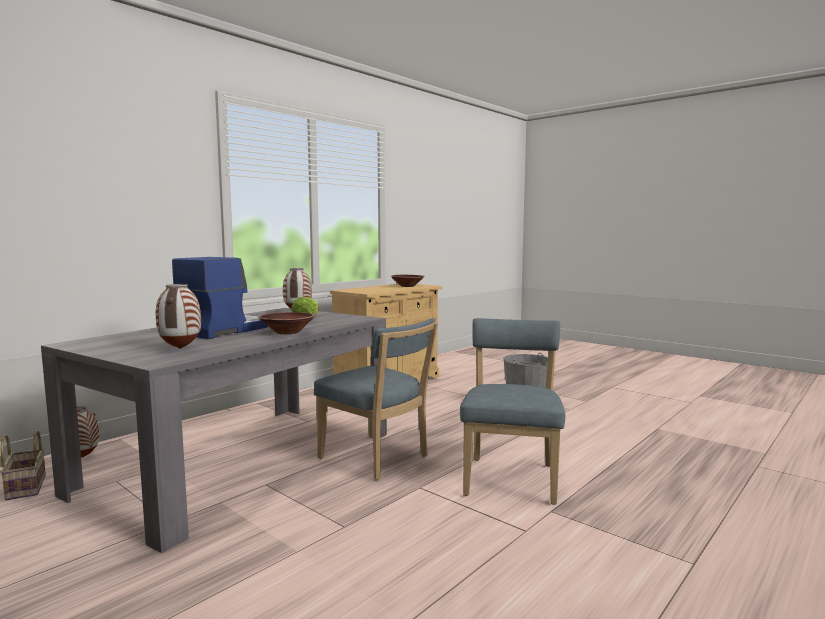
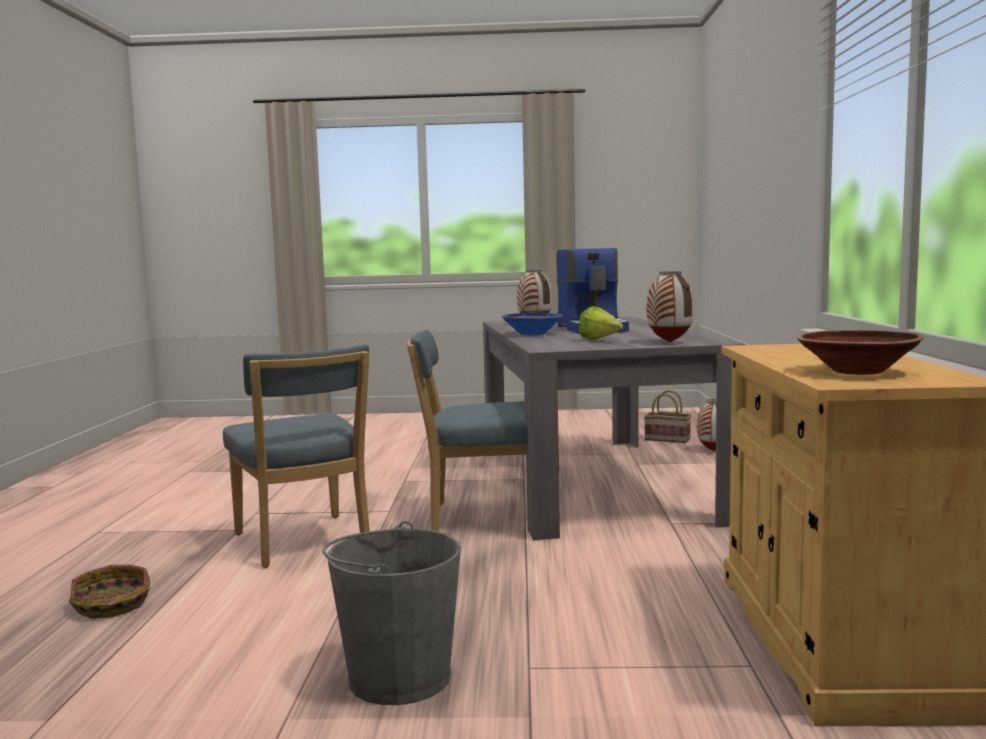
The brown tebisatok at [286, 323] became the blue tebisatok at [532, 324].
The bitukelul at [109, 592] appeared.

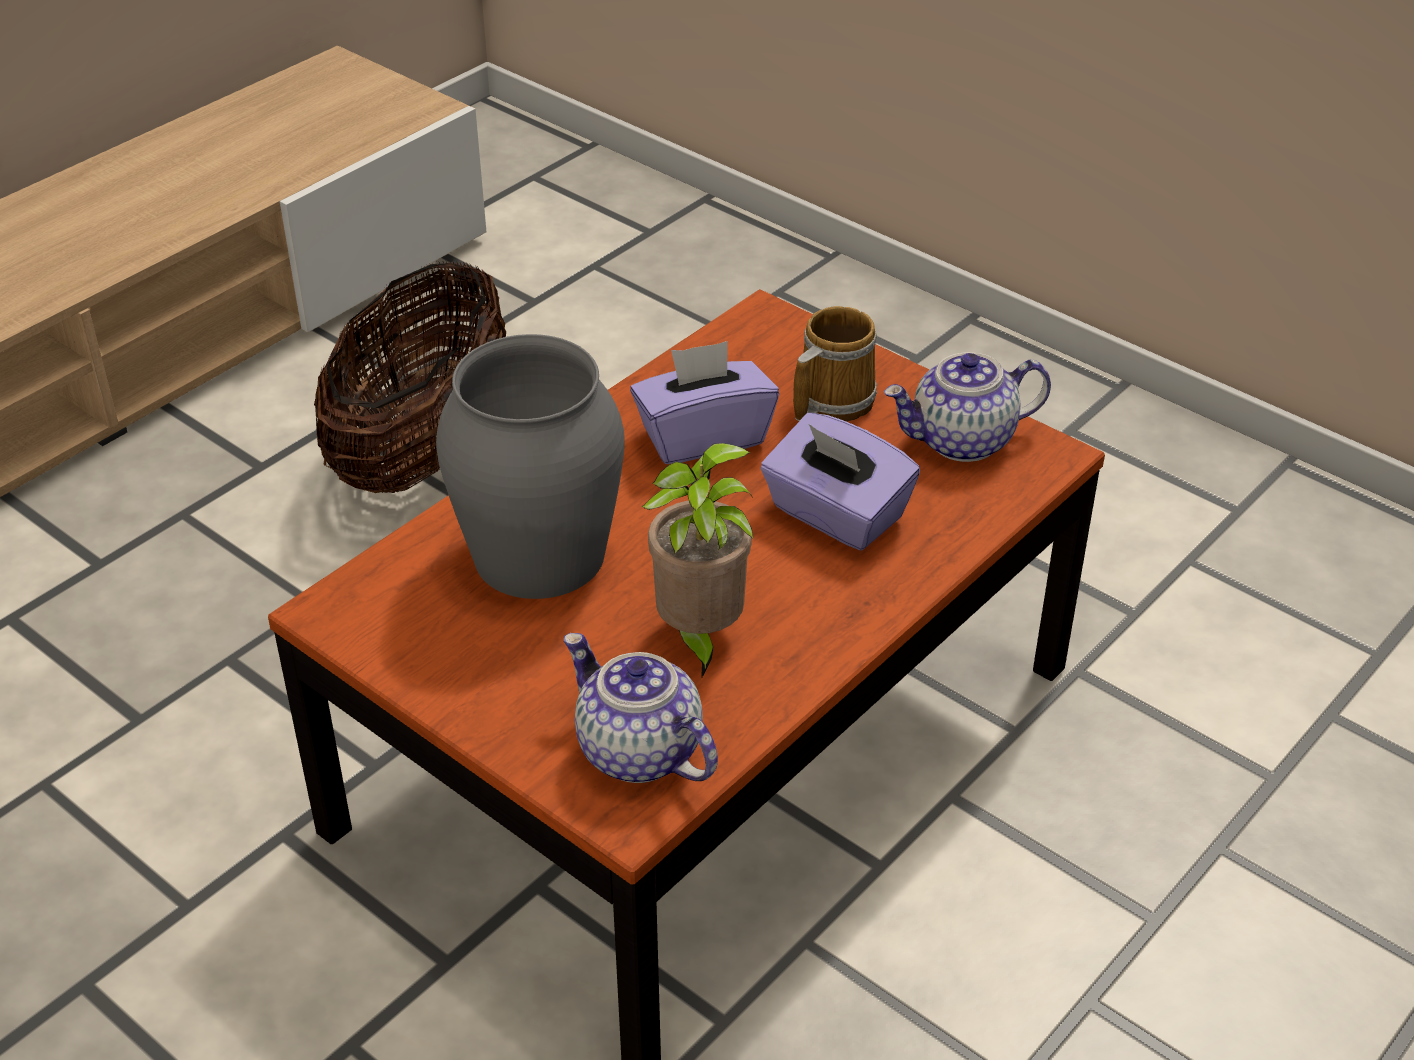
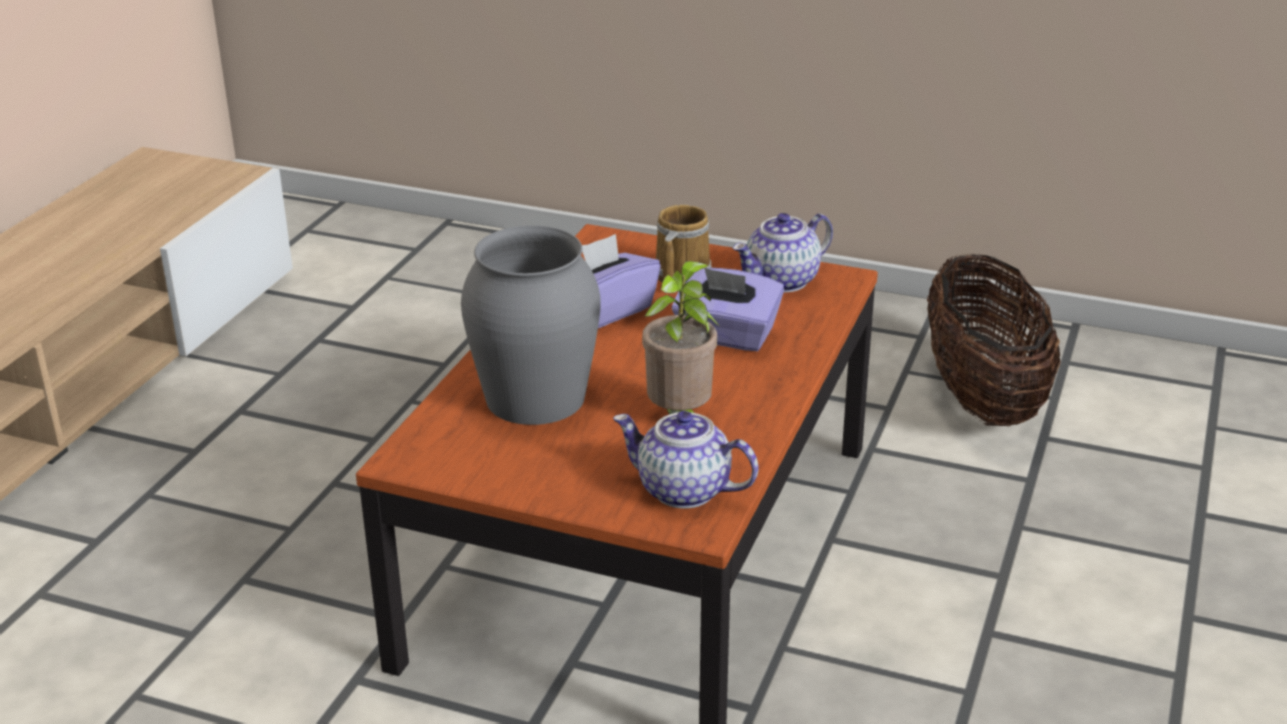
The bitukelul moved from [410, 377] to [993, 340].

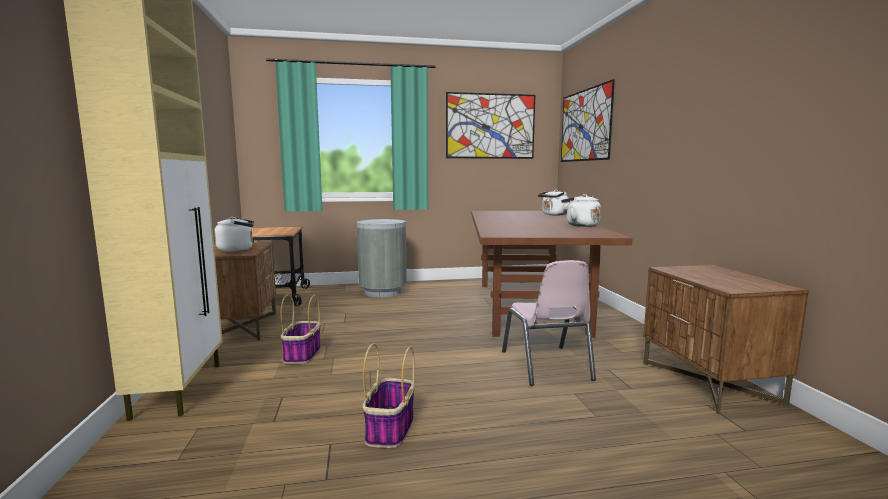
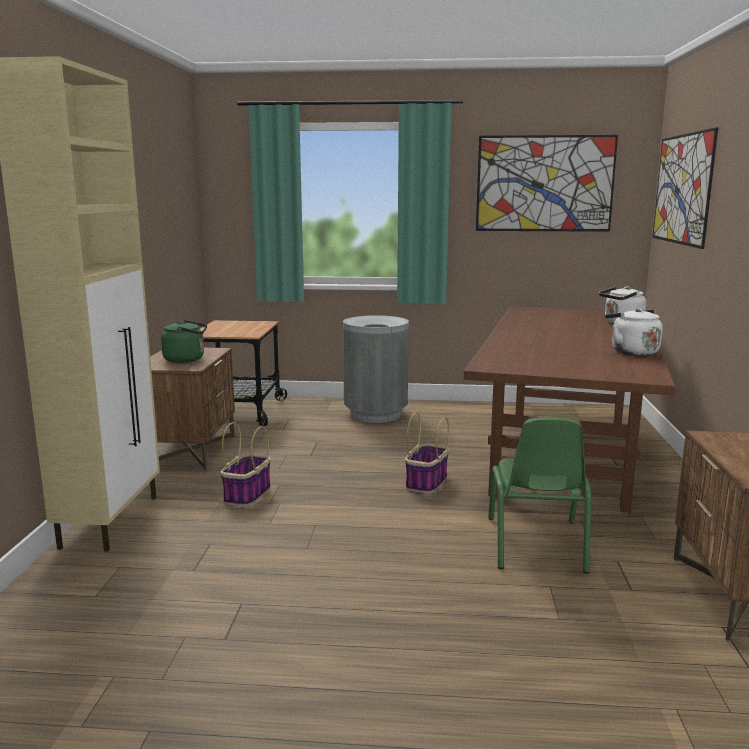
The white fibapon at [234, 234] became the green fibapon at [184, 341].
The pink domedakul at [549, 323] became the green domedakul at [539, 495].
The bitukelul moved from [388, 395] to [427, 452].

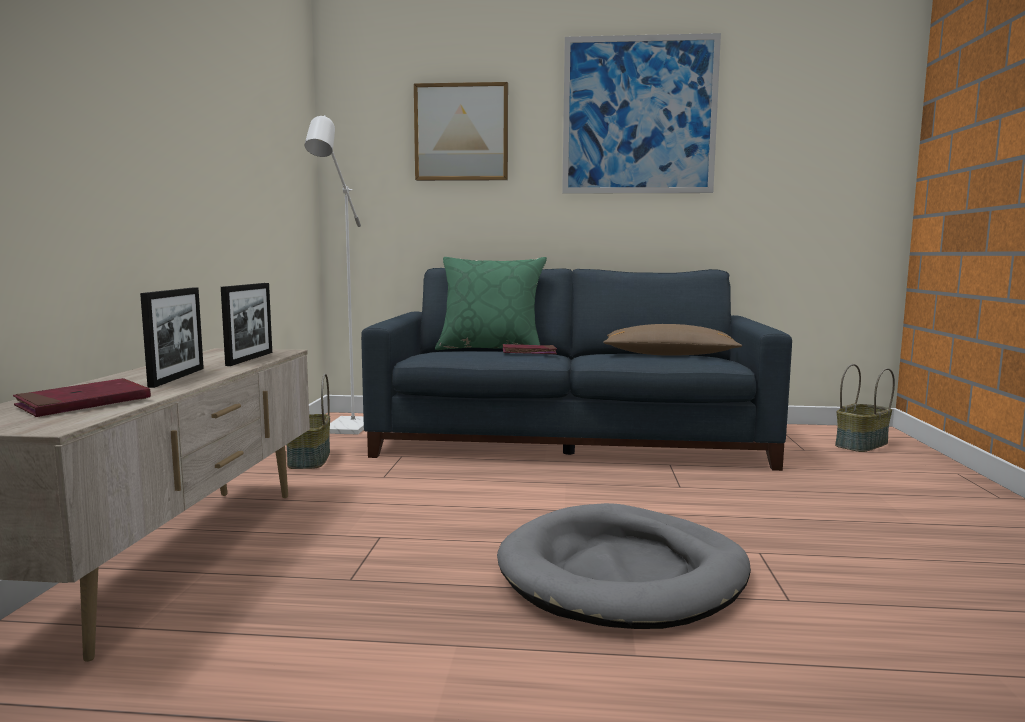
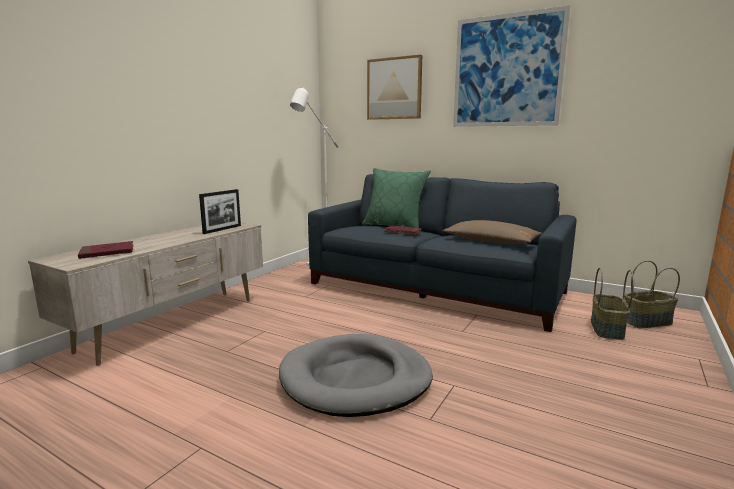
The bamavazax at [172, 338] disappeared.
The bitukelul moved from [308, 421] to [612, 304].

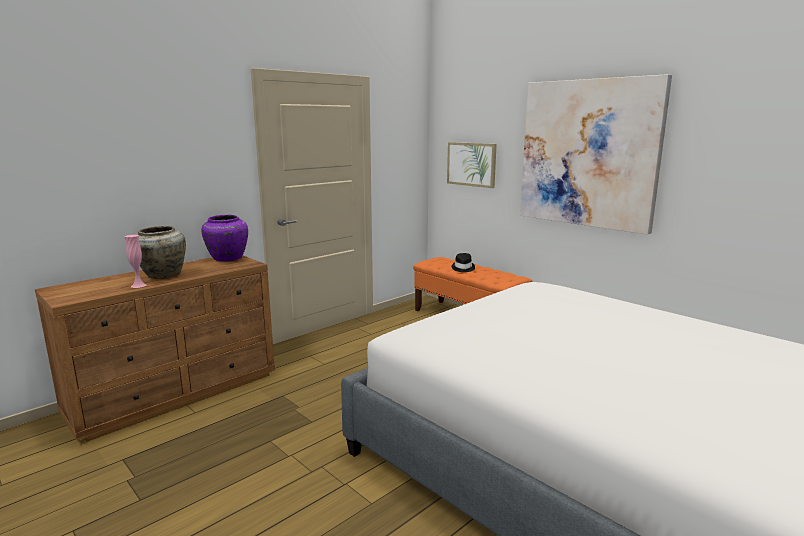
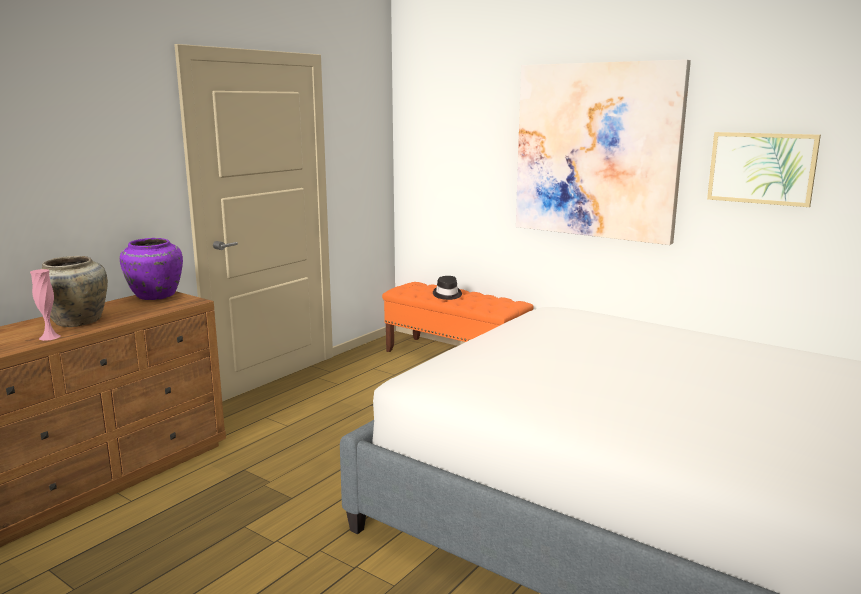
The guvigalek moved from [472, 165] to [764, 169].

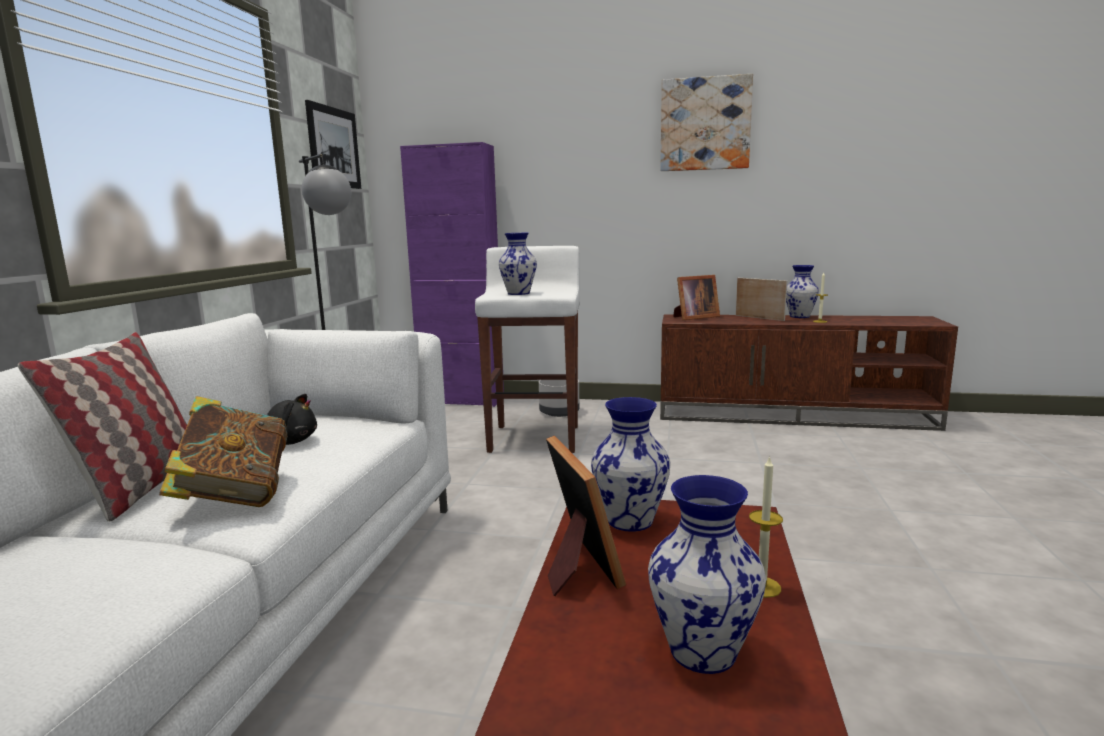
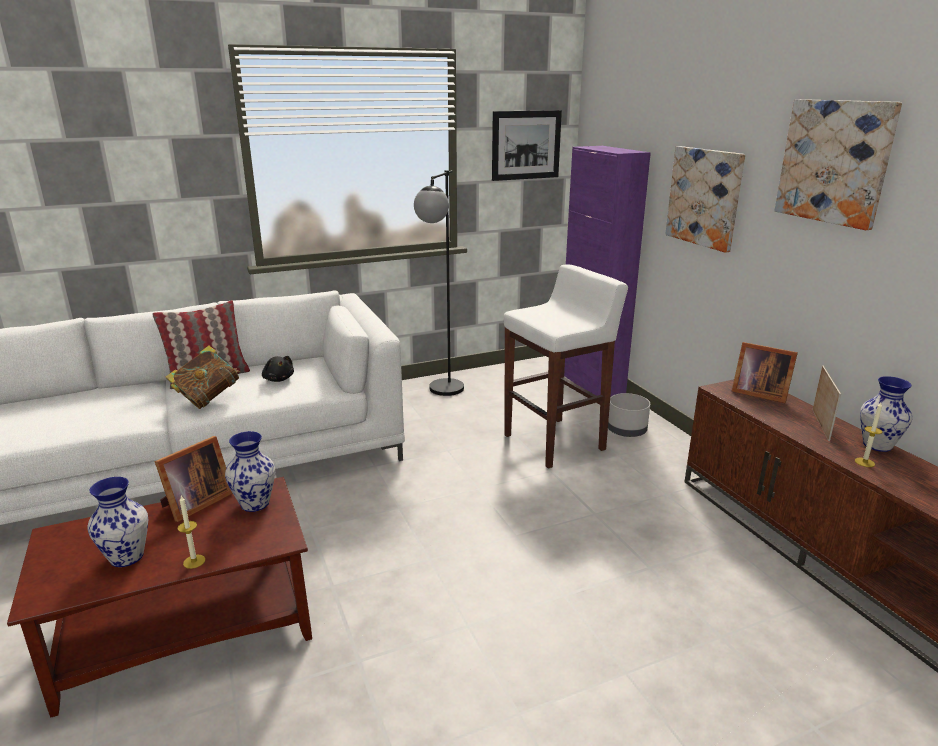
The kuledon at [518, 264] disappeared.
The guvigalek at [705, 199] appeared.

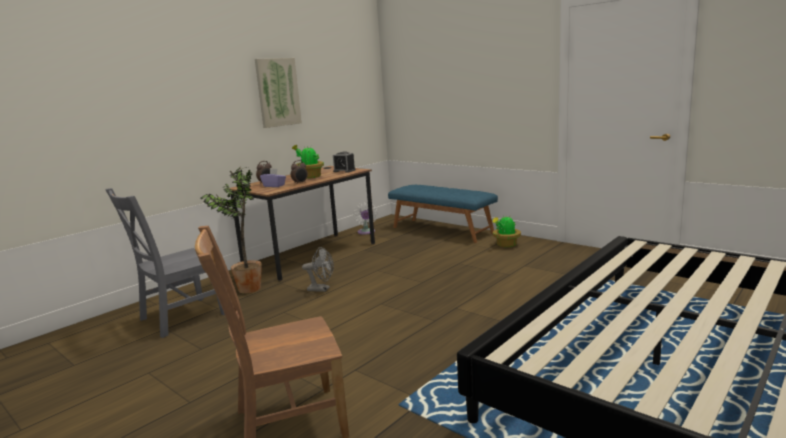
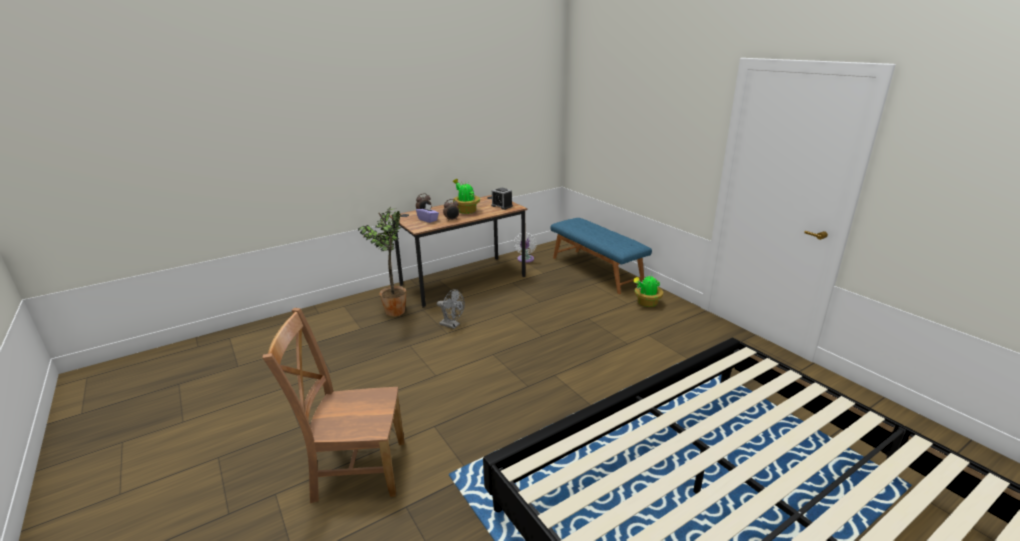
The guvigalek at [278, 93] disappeared.
The grey domedakul at [165, 263] disappeared.

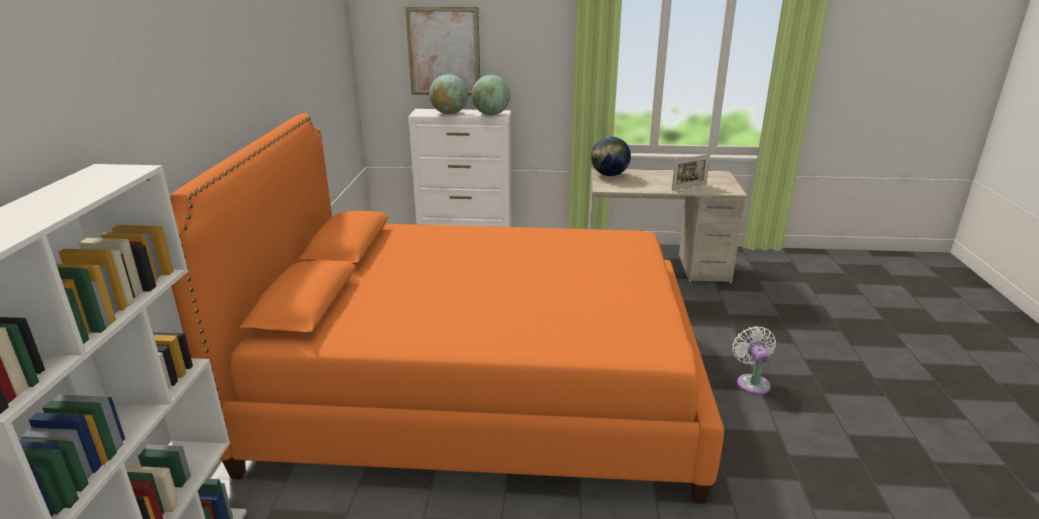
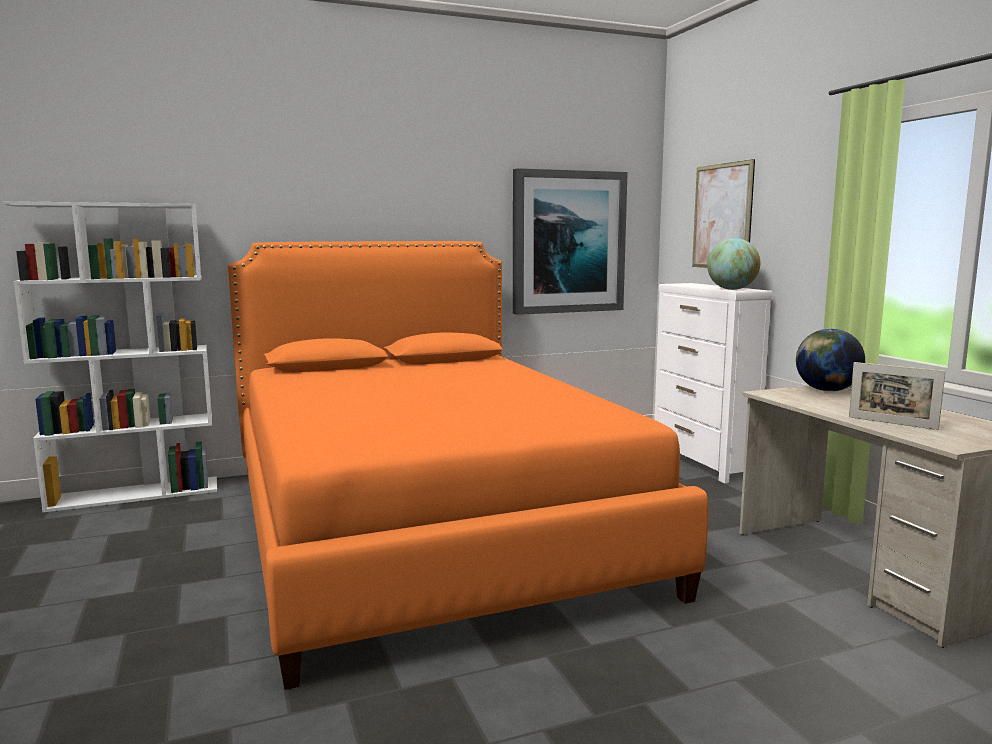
The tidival at [448, 94] disappeared.
The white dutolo at [754, 360] disappeared.
The guvigalek at [570, 241] appeared.

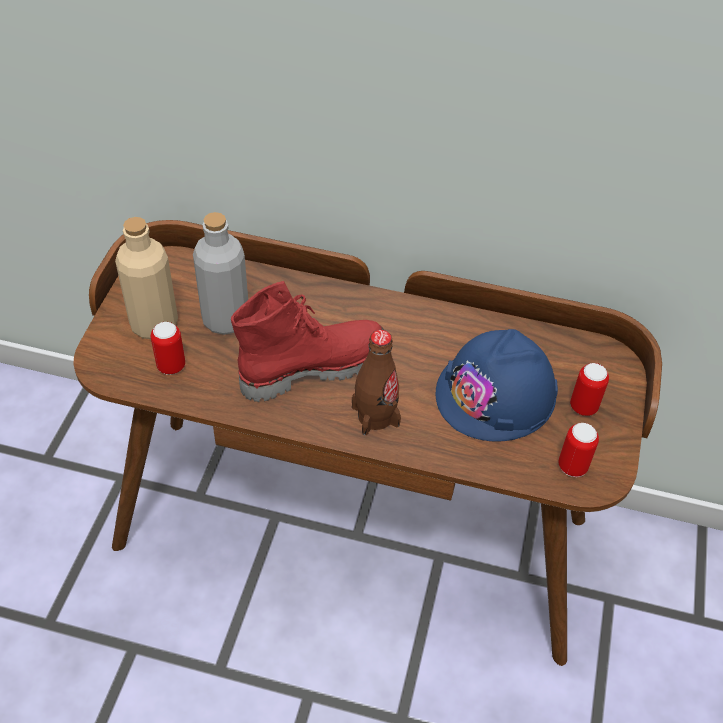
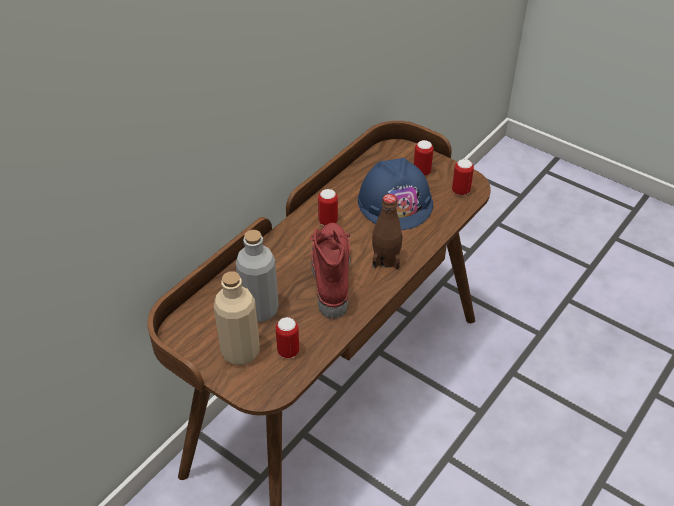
The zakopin at [328, 207] appeared.

